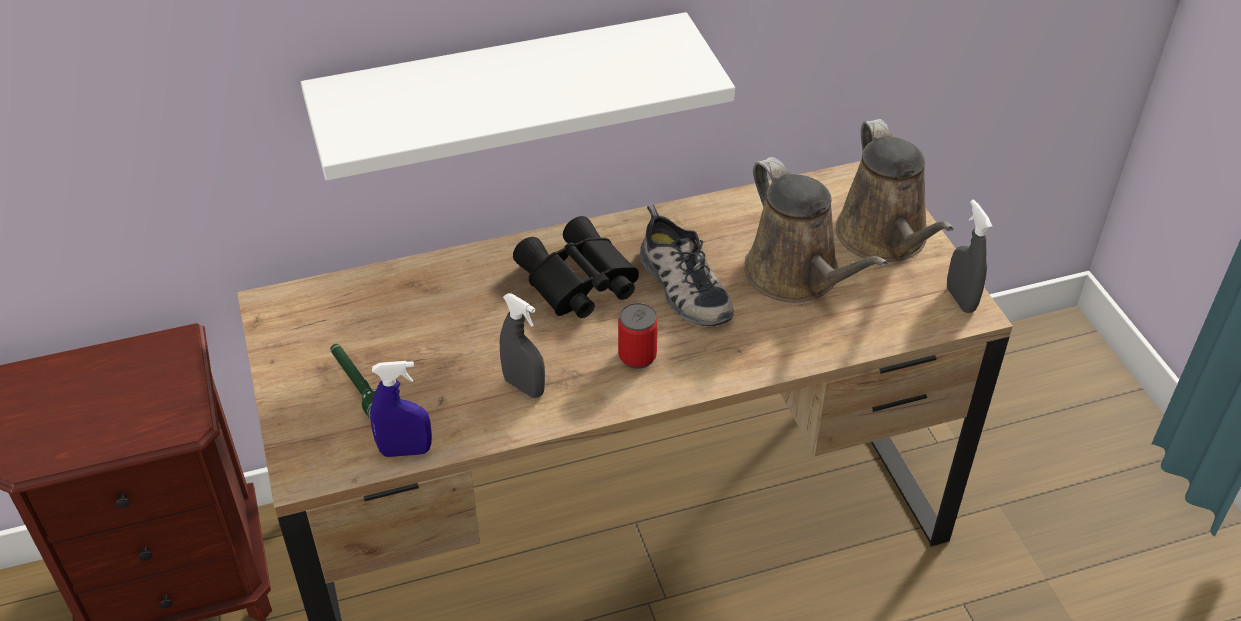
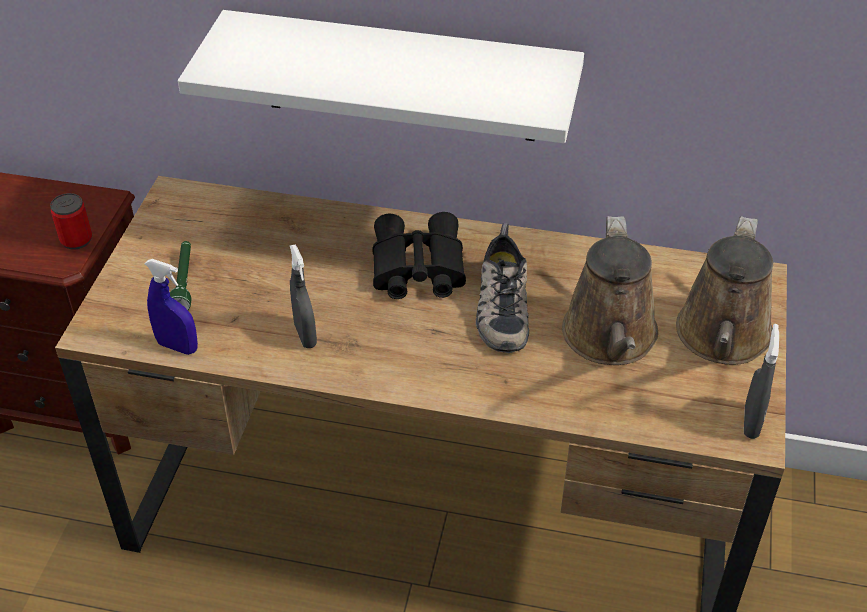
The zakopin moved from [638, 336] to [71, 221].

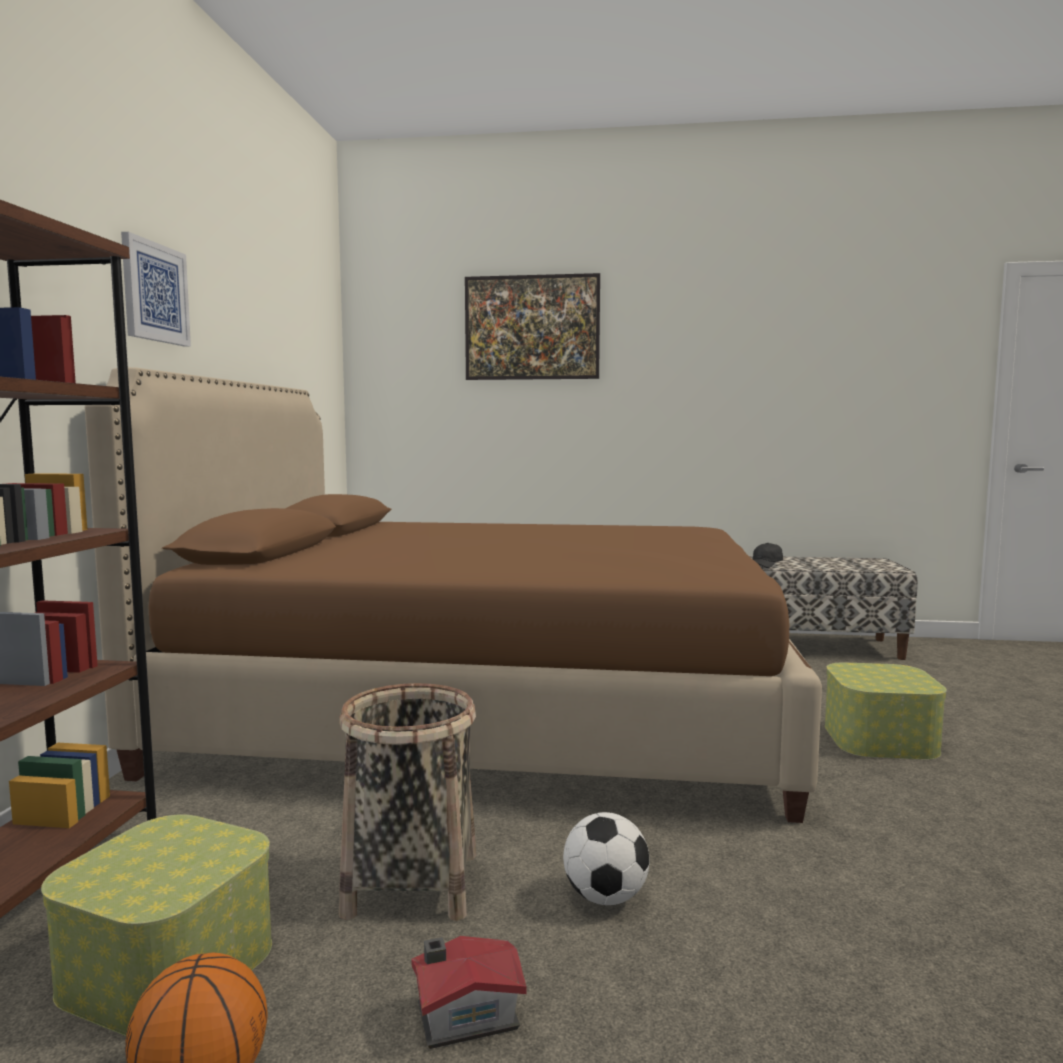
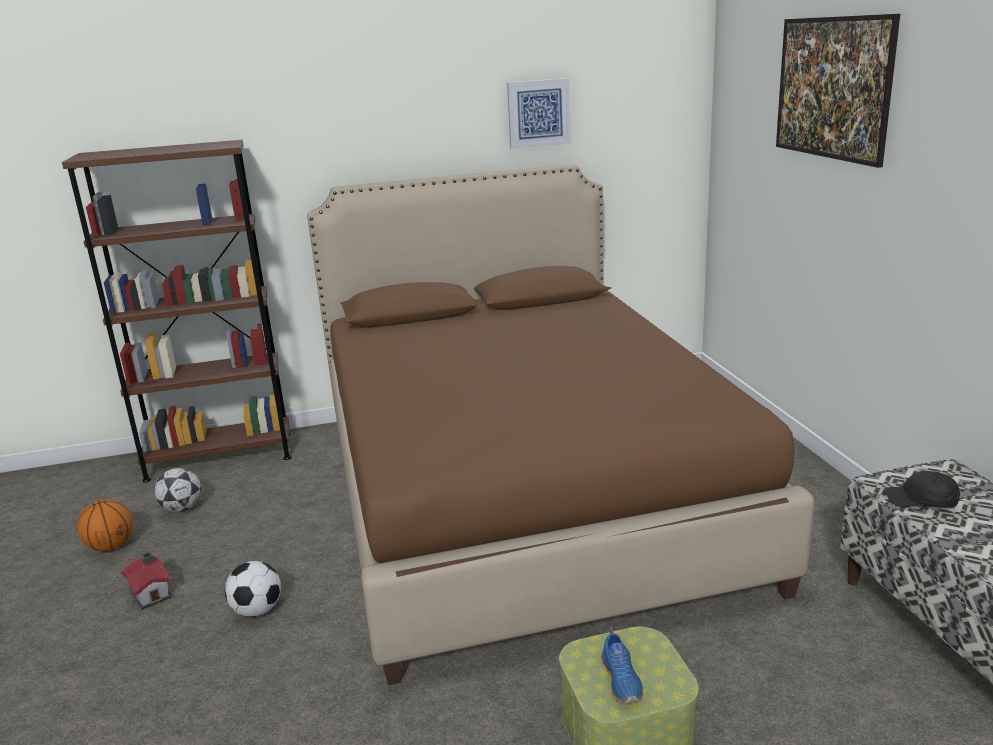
The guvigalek moved from [156, 289] to [539, 113].
The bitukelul at [407, 802] disappeared.
The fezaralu at [156, 925] was replaced by the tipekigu at [177, 490].
The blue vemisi at [622, 665] appeared.

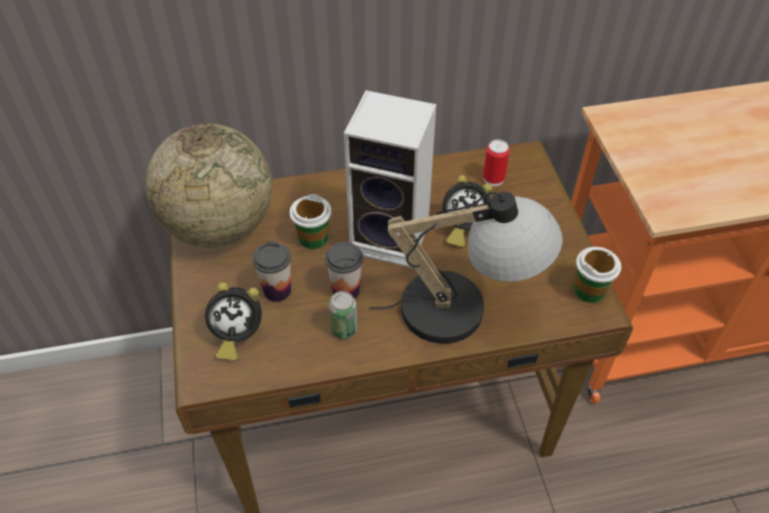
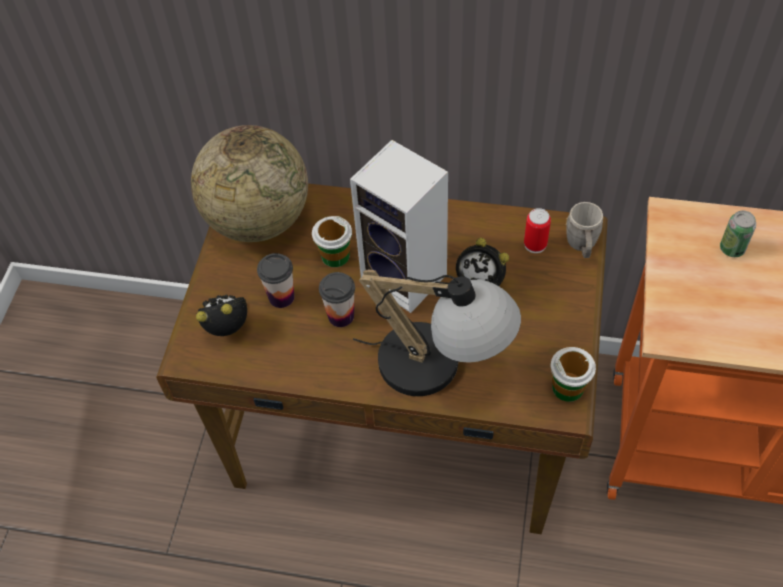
The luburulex at [233, 321] turned 150 degrees clockwise.
The zakopin moved from [342, 315] to [738, 234].
The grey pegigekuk at [584, 230] appeared.

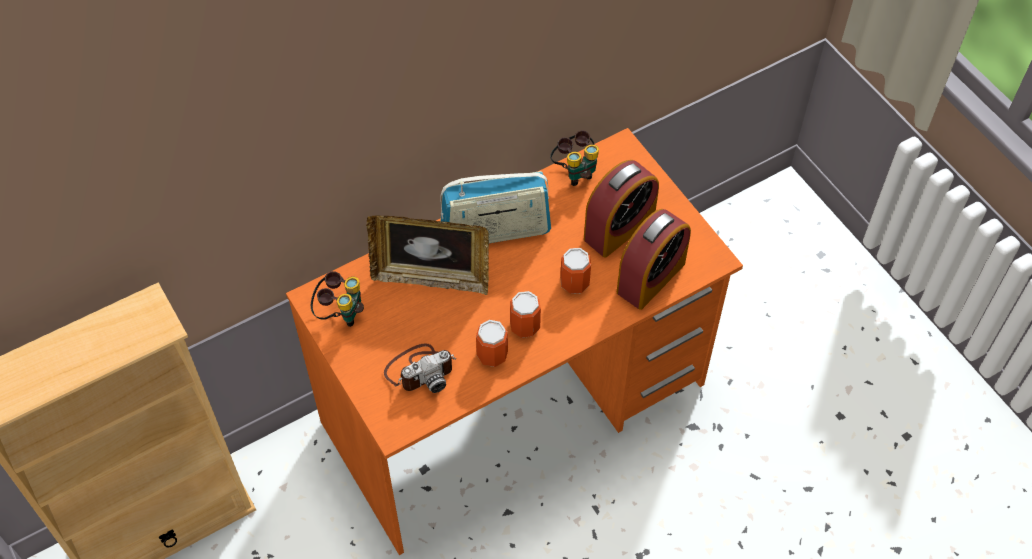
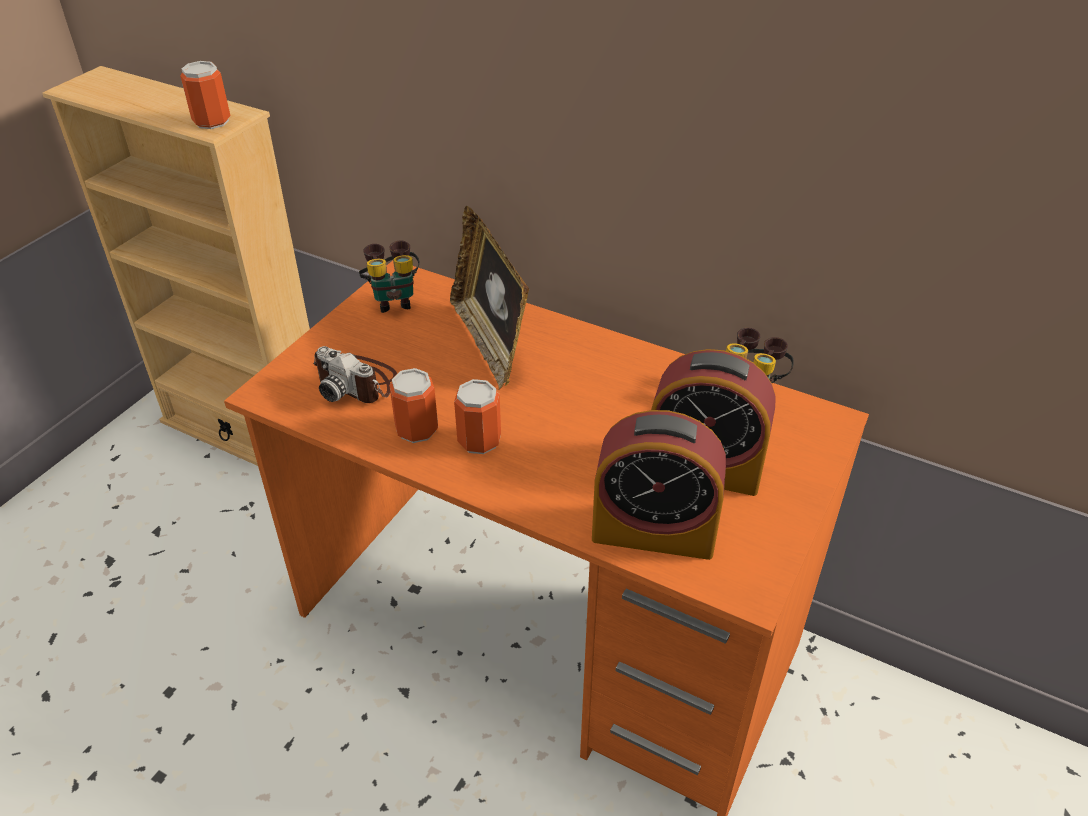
The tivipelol at [495, 207] disappeared.
The zakopin moved from [575, 271] to [205, 95].

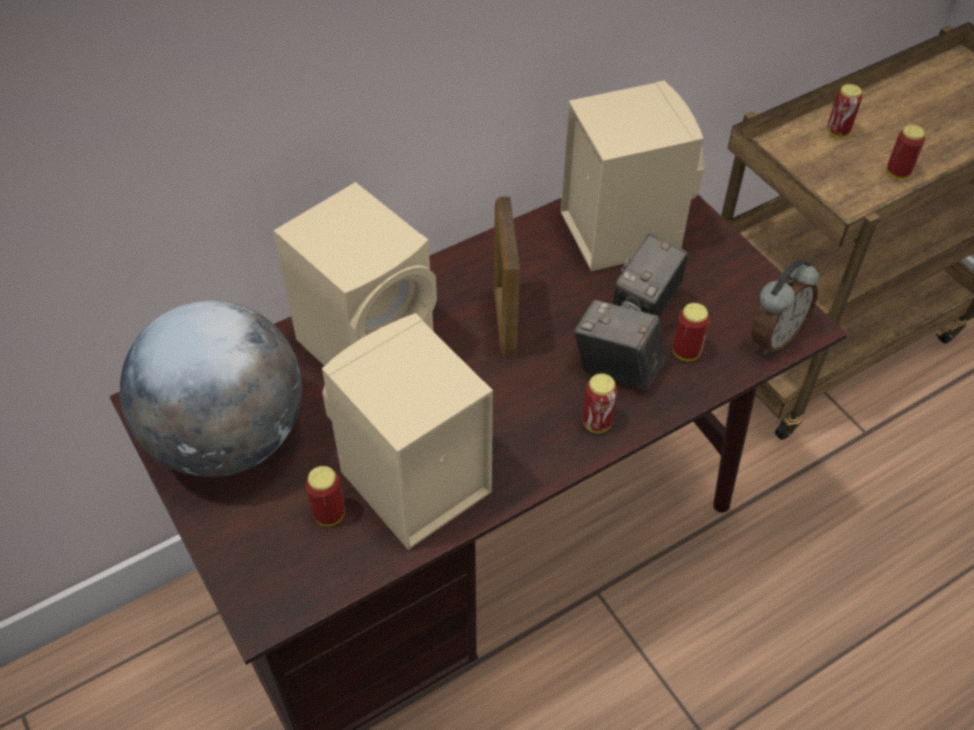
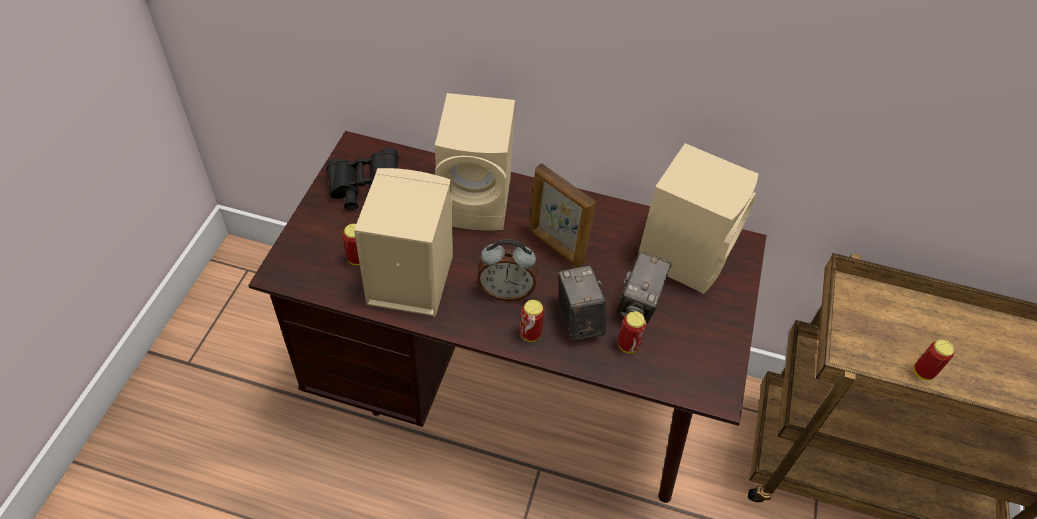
The zakopin at [844, 111] disappeared.
The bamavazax at [507, 277] turned 90 degrees counterclockwise.
The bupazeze at [650, 275] turned 60 degrees counterclockwise.
The luburulex moved from [785, 307] to [507, 270].
The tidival at [211, 388] was replaced by the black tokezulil at [362, 178].

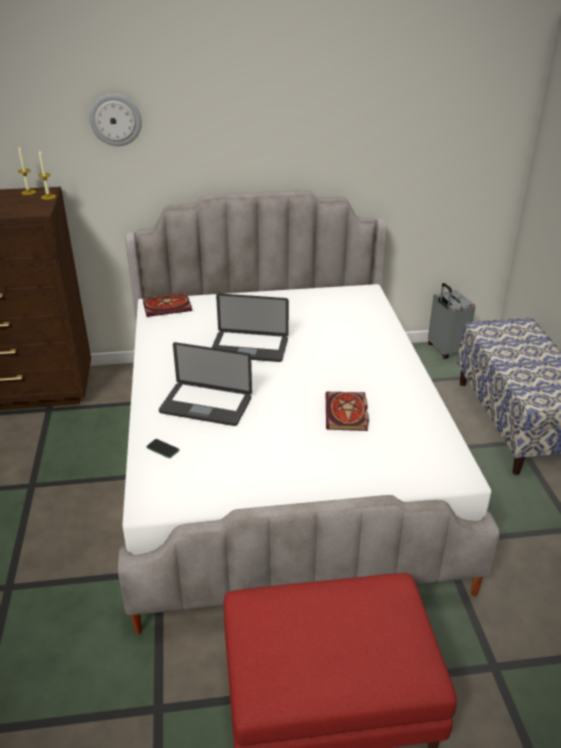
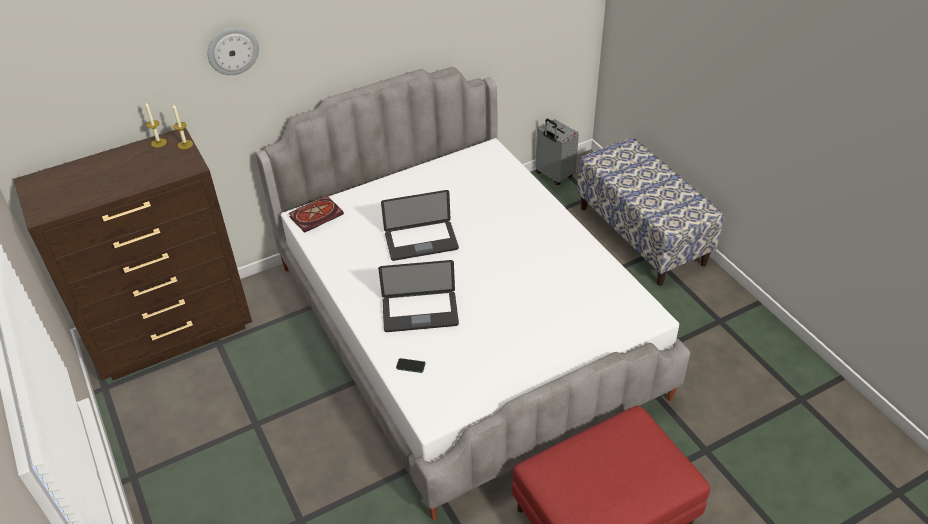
The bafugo at [347, 411] disappeared.

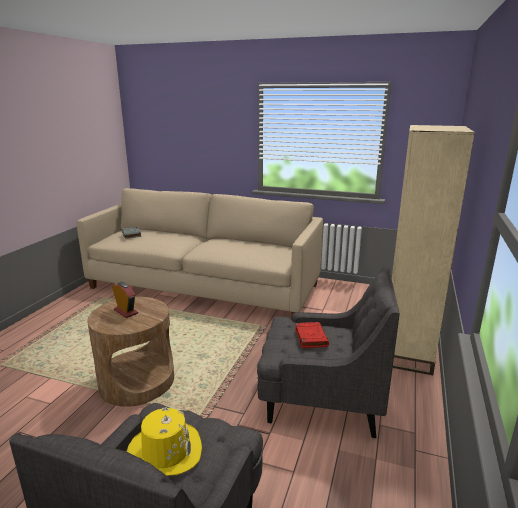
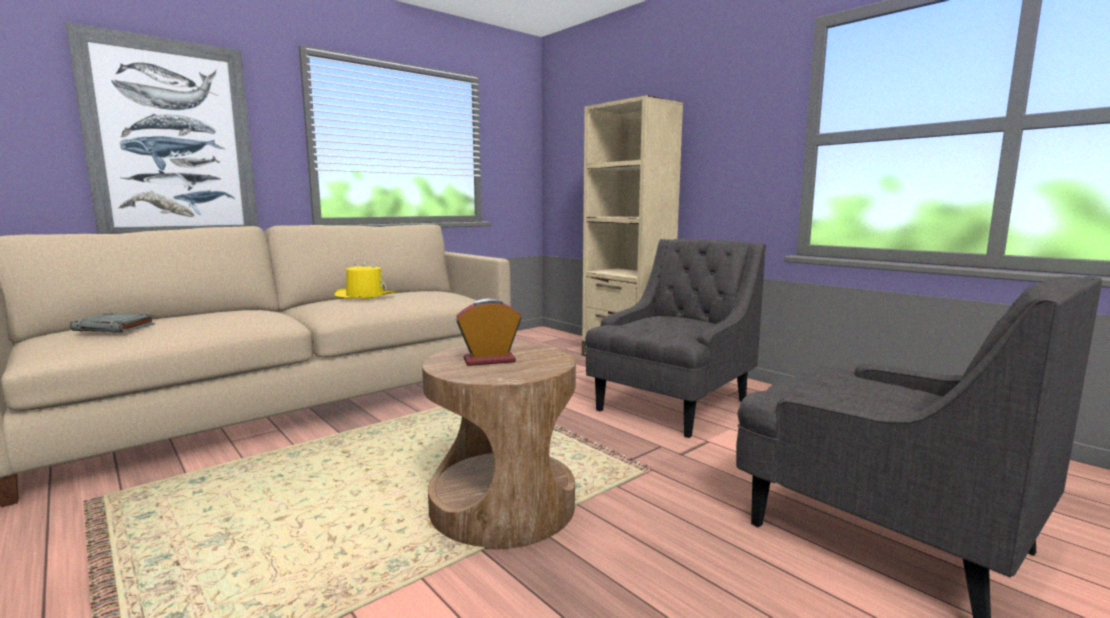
The red bafugo at [312, 335] disappeared.
The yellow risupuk moved from [164, 441] to [364, 280].
The guvigalek at [162, 128] appeared.

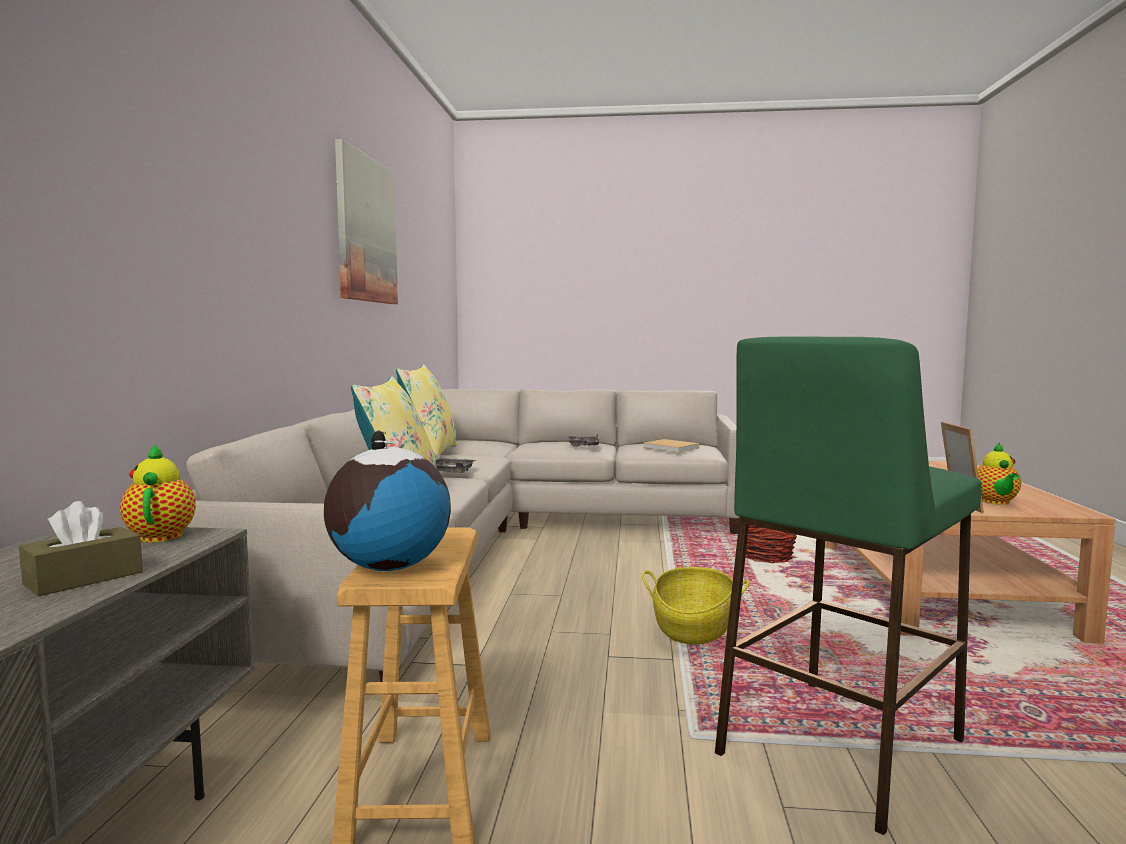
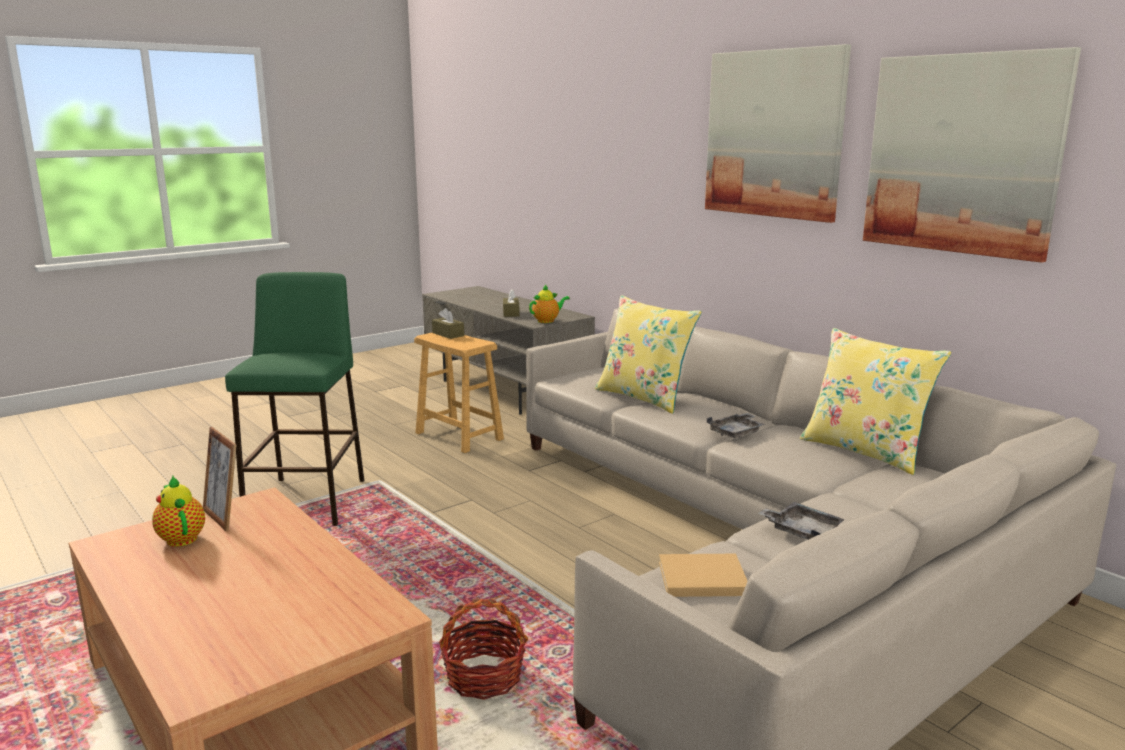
The tidival at [387, 500] was replaced by the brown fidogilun at [448, 323].
The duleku at [158, 493] turned 60 degrees counterclockwise.
The bitukelul at [695, 606] disappeared.
The guvigalek at [778, 133] appeared.

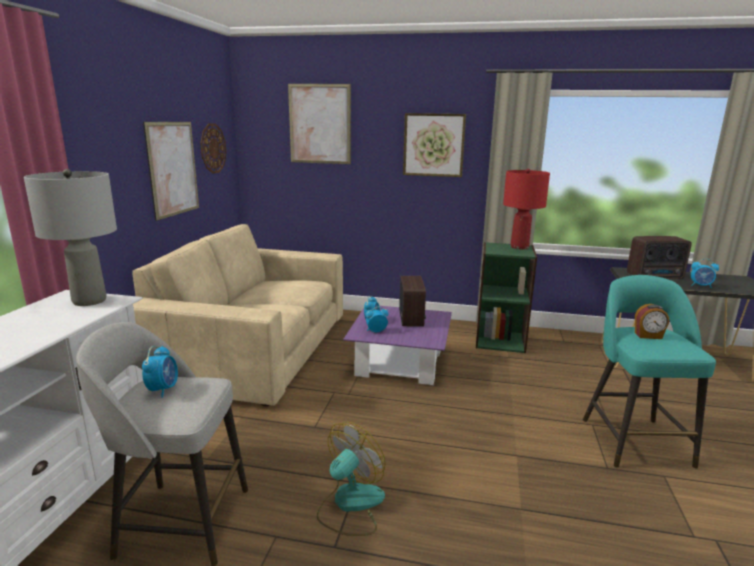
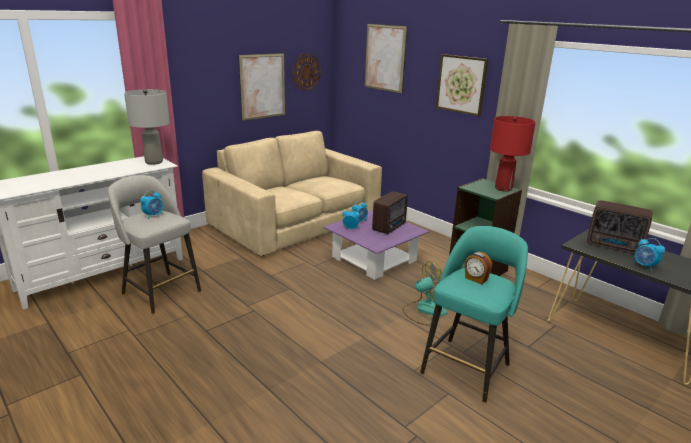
The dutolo moved from [351, 479] to [425, 293].

